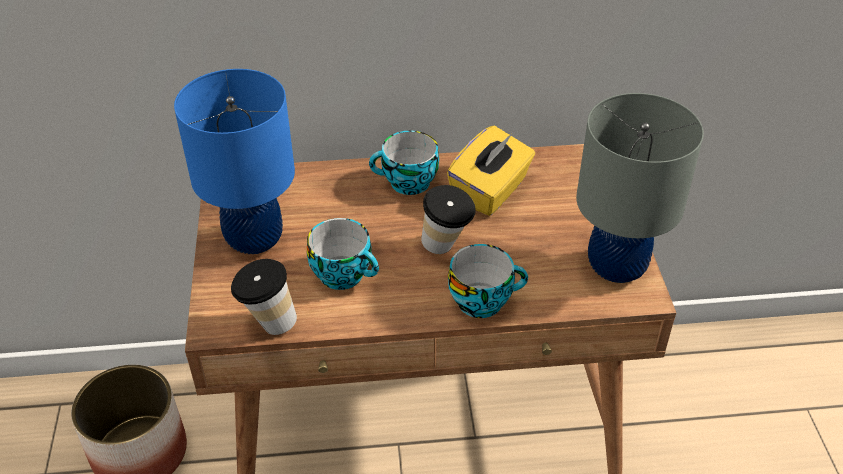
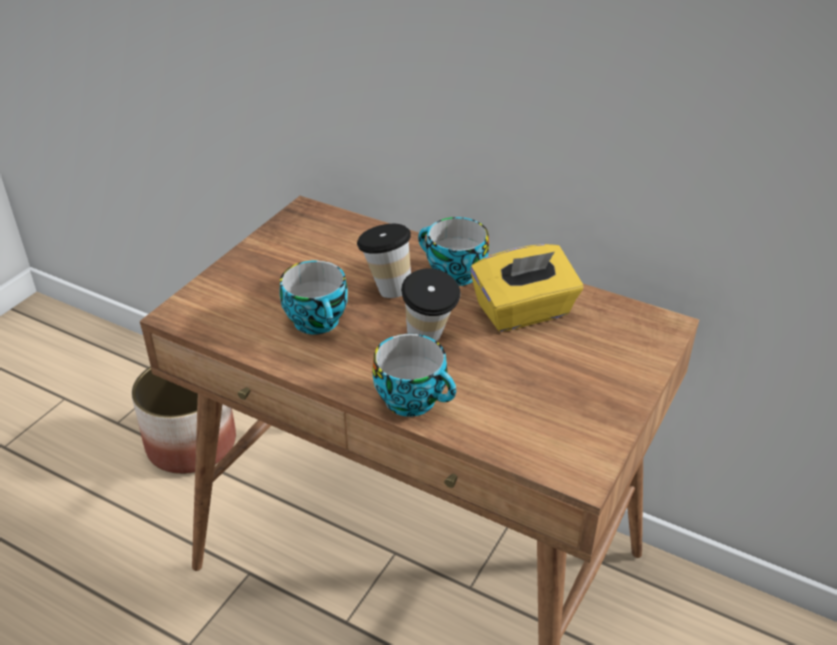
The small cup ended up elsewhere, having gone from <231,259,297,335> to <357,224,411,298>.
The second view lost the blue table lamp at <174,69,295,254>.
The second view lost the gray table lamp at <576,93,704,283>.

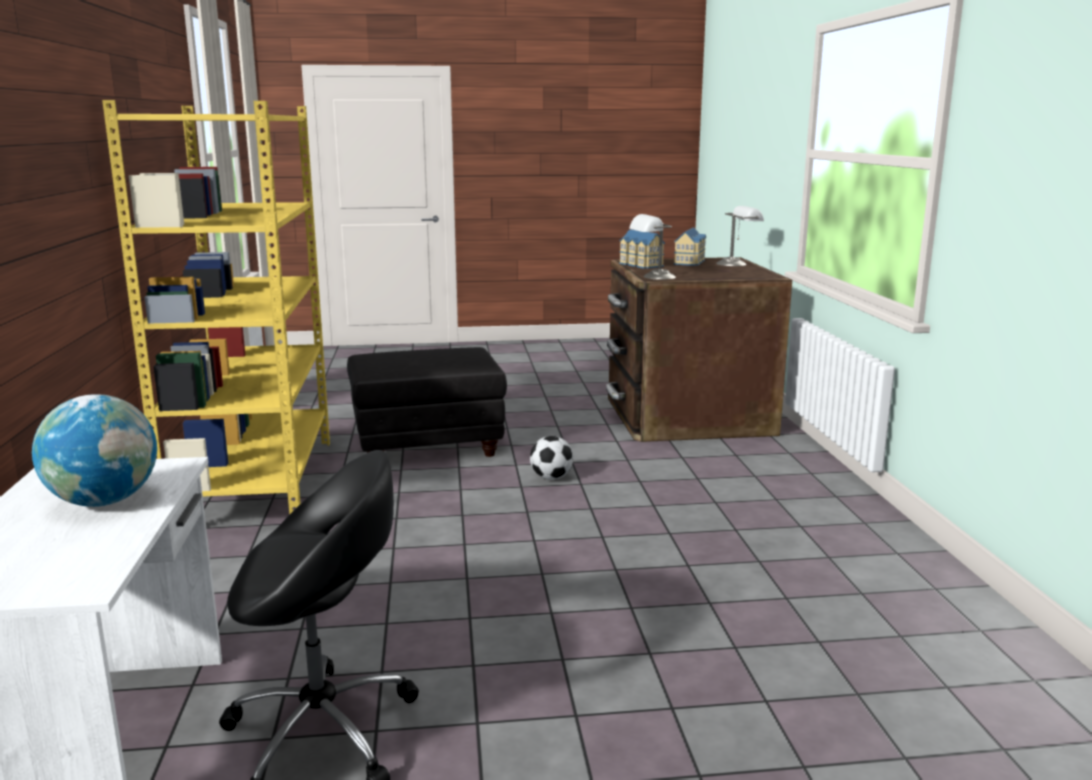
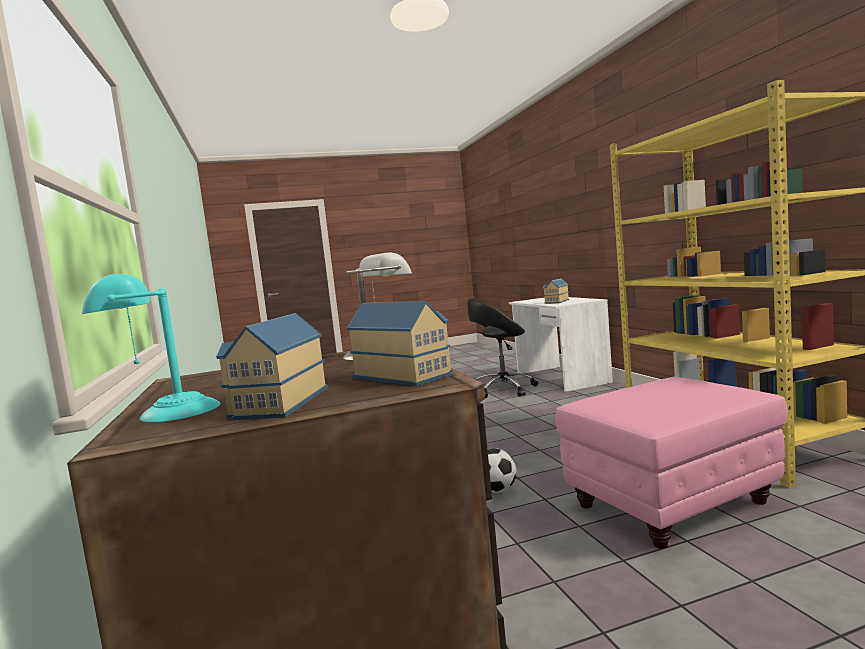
What was the white-coloured table lamp at <716,206,764,266> turned into the blue-green table lamp at <82,274,220,422>.
Where the globe stood at <32,394,157,507>, the toy house came to stand at <543,278,569,304>.
What was the black ottoman at <347,347,507,457> turned into the pink-coloured ottoman at <556,376,788,549>.

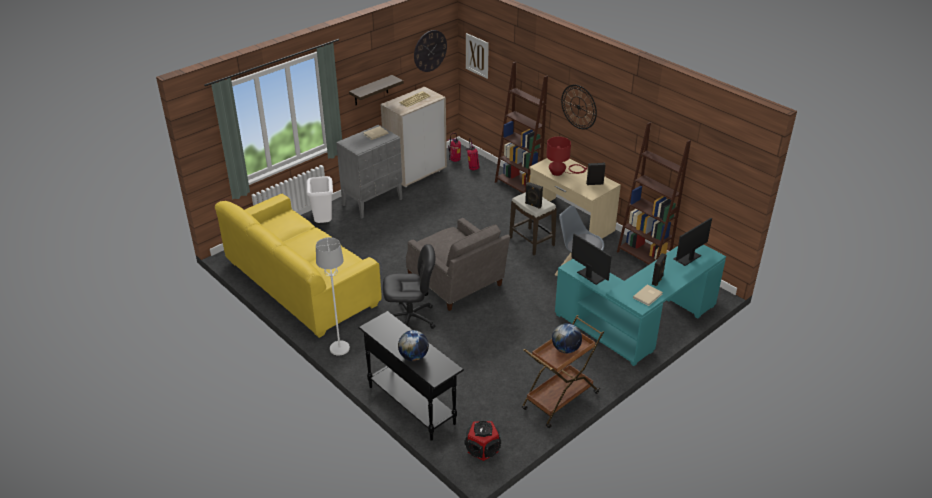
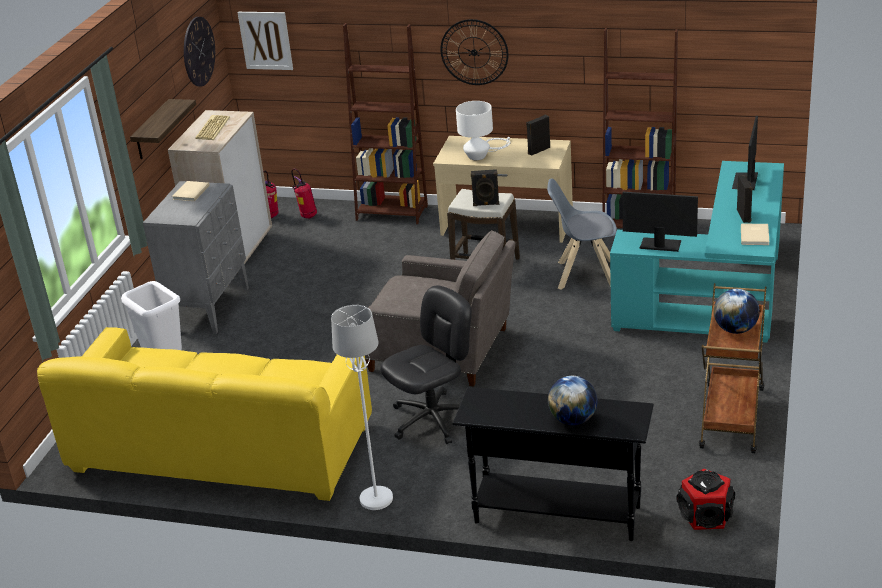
What was the red table lamp at <546,137,588,176> turned into the white-coloured table lamp at <456,101,510,160>.

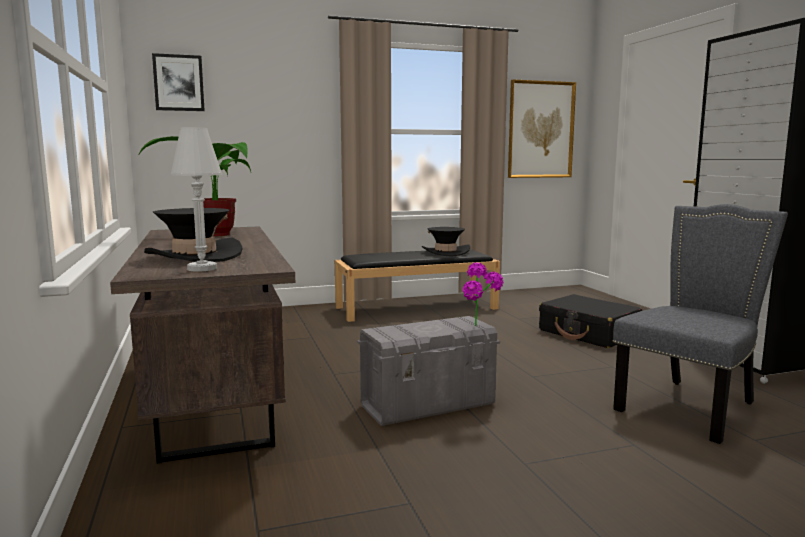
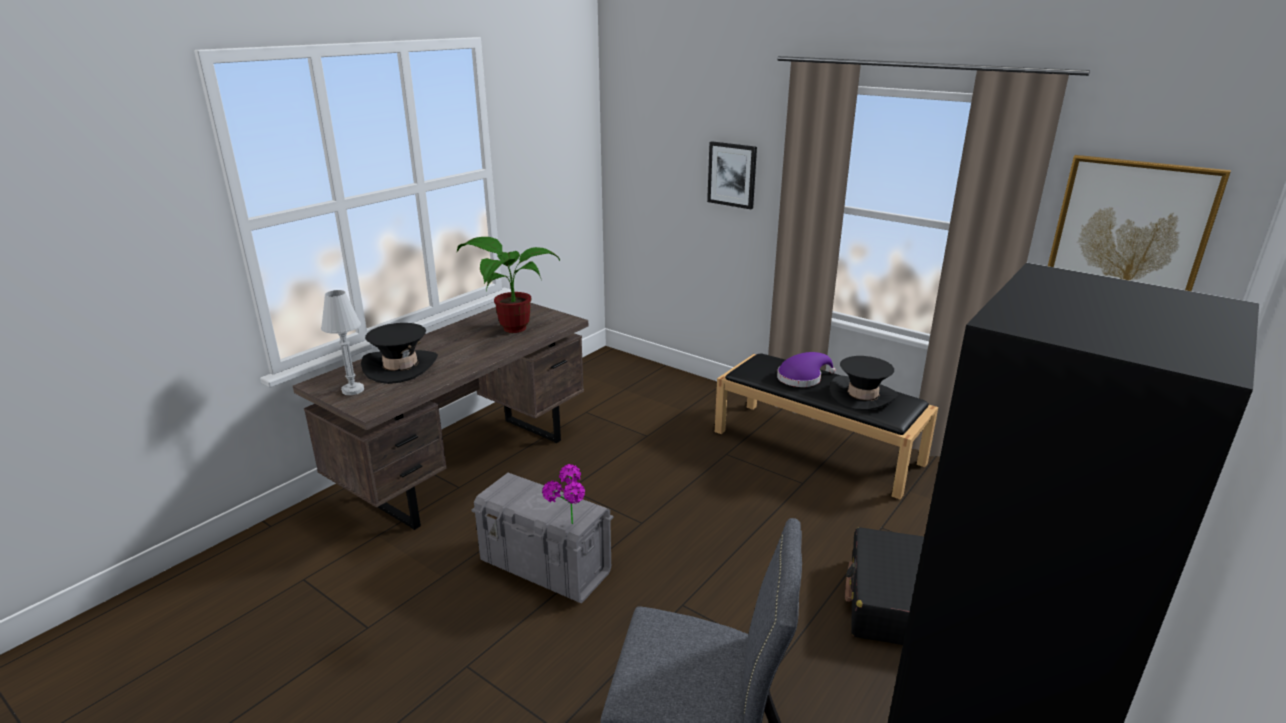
The wall art ended up elsewhere, having gone from <152,53,205,111> to <707,141,757,209>.
The second view gained the purple-coloured wearable hat at <777,352,836,387>.

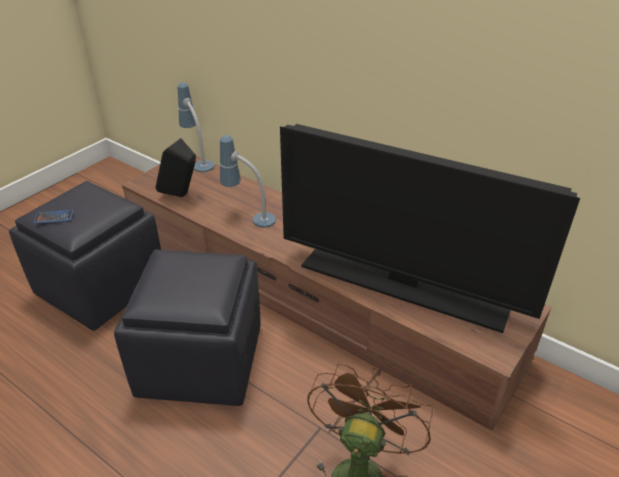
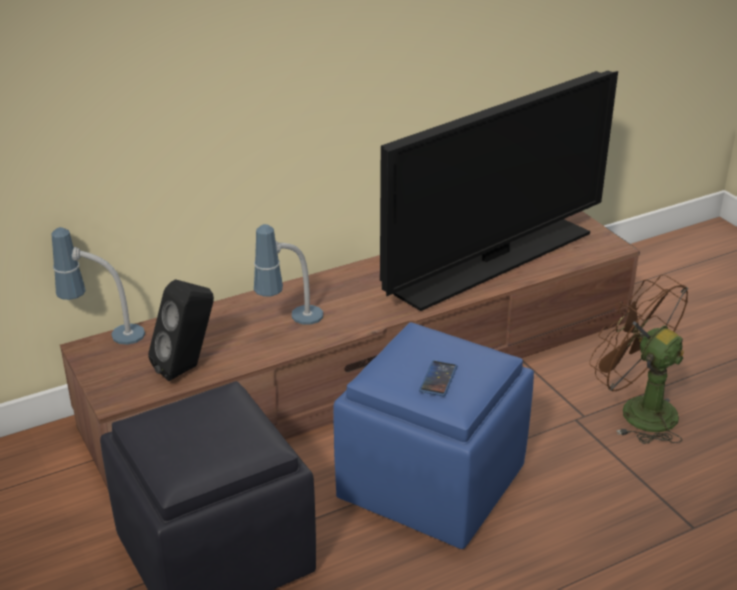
What was the black ottoman at <114,249,261,406> turned into the blue ottoman at <333,322,534,549>.
The handset ended up elsewhere, having gone from <33,210,74,224> to <419,360,457,396>.

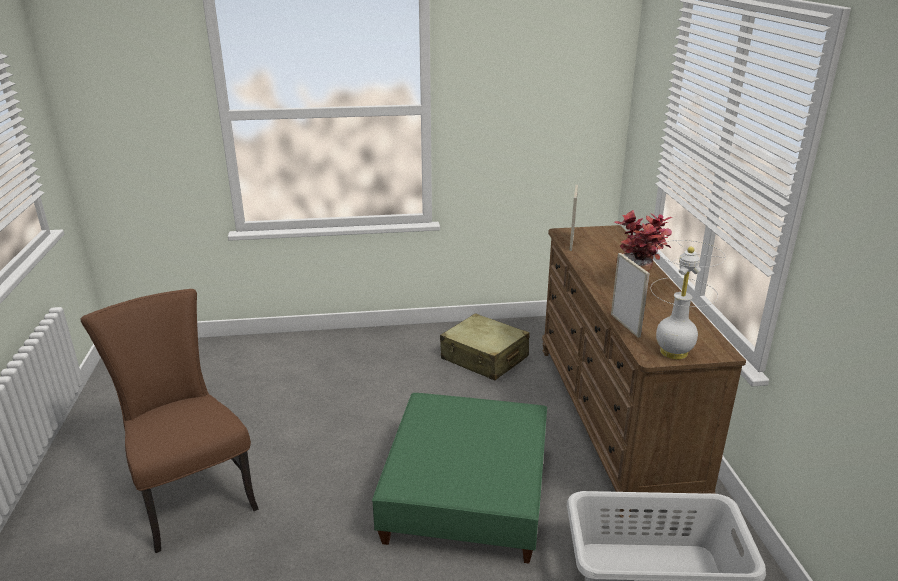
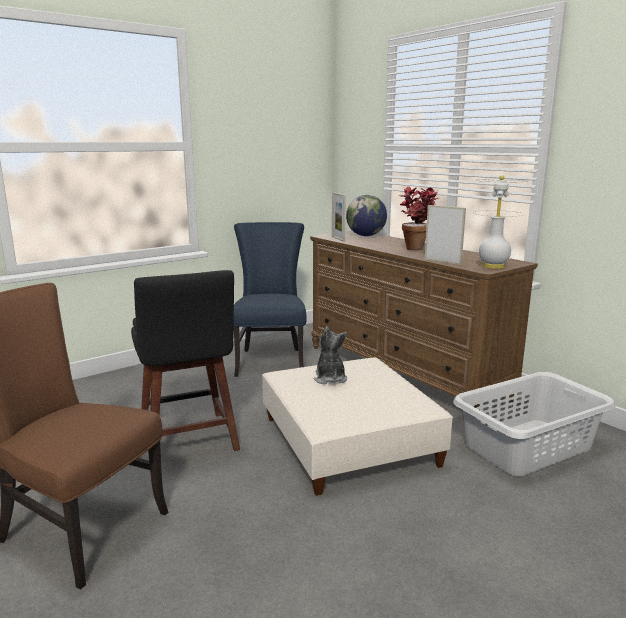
The second view gained the black sitting stool at <131,270,240,451>.
Where the beige-coloured piece of luggage stood at <440,313,530,381>, the blue upright chair came to stand at <234,222,307,377>.
What was the green ottoman at <372,393,547,564> turned into the beige-coloured ottoman at <262,357,453,496>.
The second view gained the cuddly toy at <314,326,347,384>.
The second view gained the globe at <346,195,387,236>.

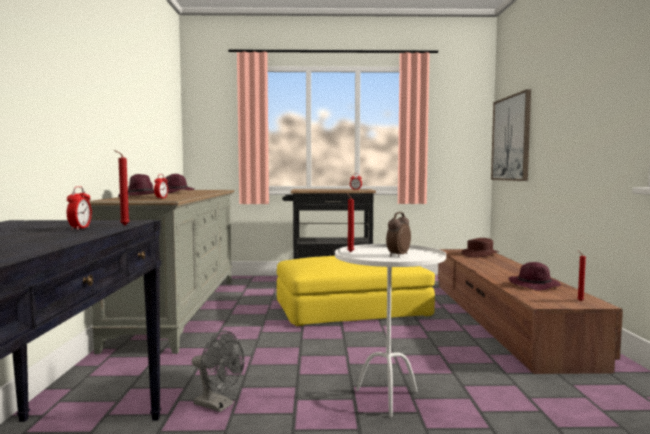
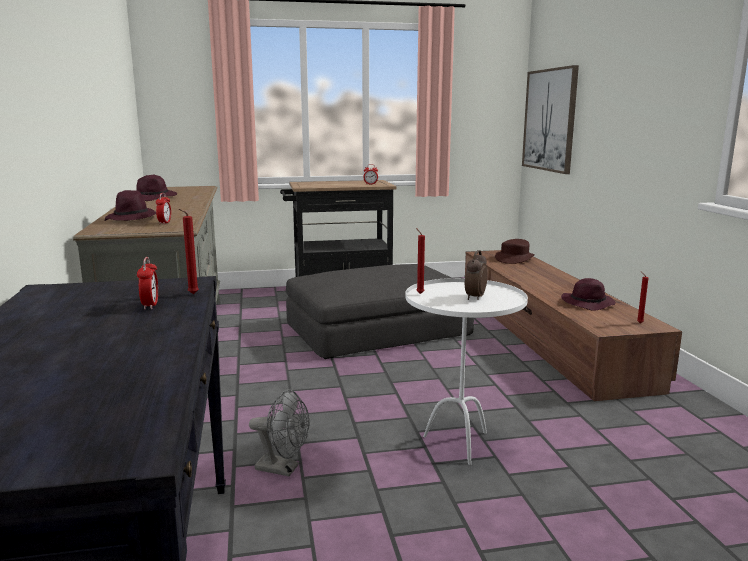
What was the yellow ottoman at <277,256,435,326> turned into the gray ottoman at <286,264,474,359>.

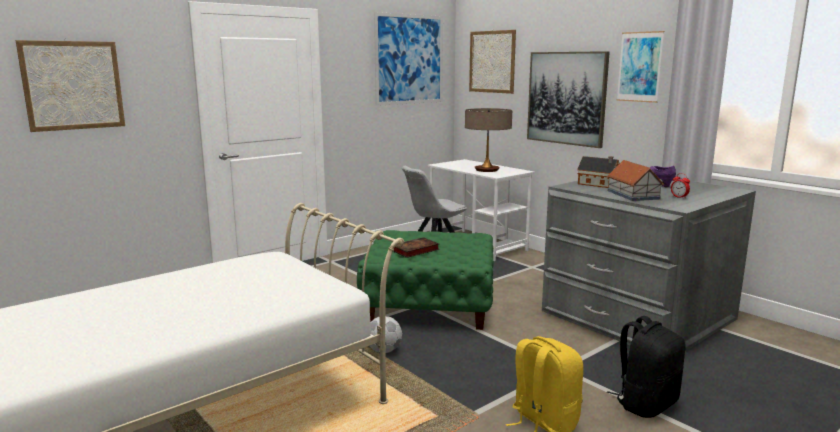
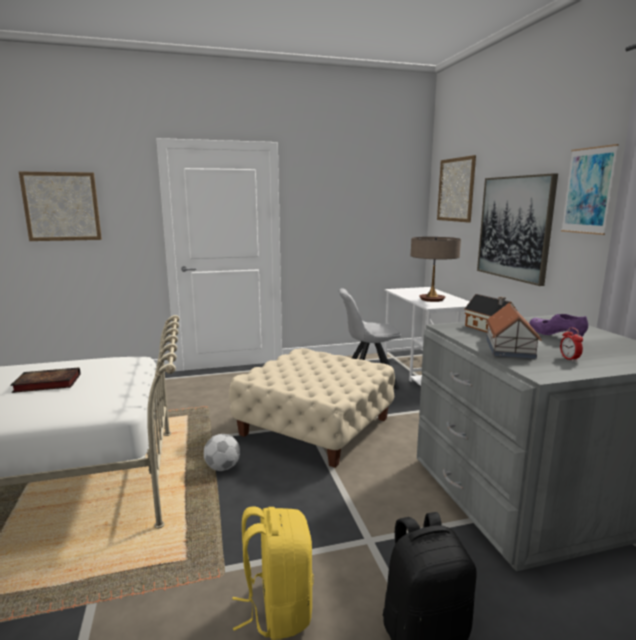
The bound book ended up elsewhere, having gone from <393,237,439,258> to <10,367,81,393>.
What was the green ottoman at <357,230,494,330> turned into the beige-coloured ottoman at <229,348,395,468>.
The second view lost the wall art at <374,12,443,106>.

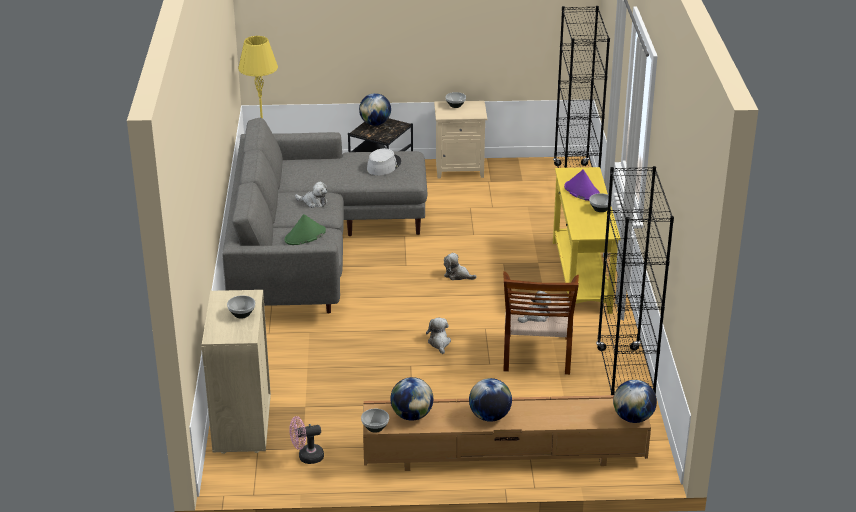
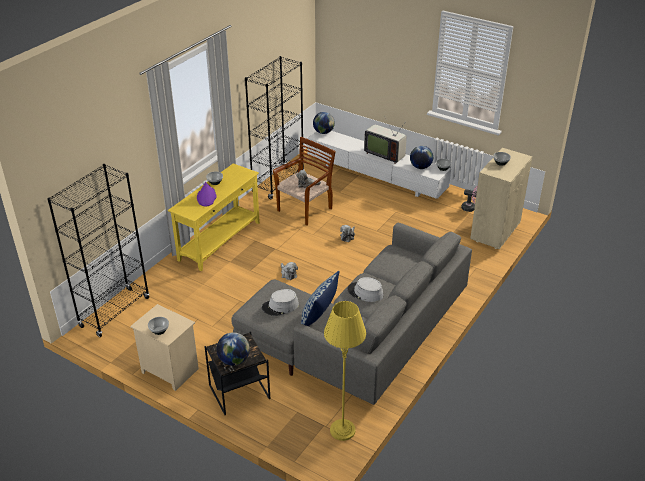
The second view gained the throw pillow at <301,271,340,326>.
What was the brown tv unit at <363,395,651,471> turned into the white-coloured tv unit at <307,131,451,199>.
Where the cuddly toy stood at <295,182,328,208>, the gray wearable hat came to stand at <348,277,384,302>.
Where the globe stood at <469,378,512,422>, the TV set came to stand at <364,124,407,164>.
The second view lost the green wearable hat at <284,214,326,245>.

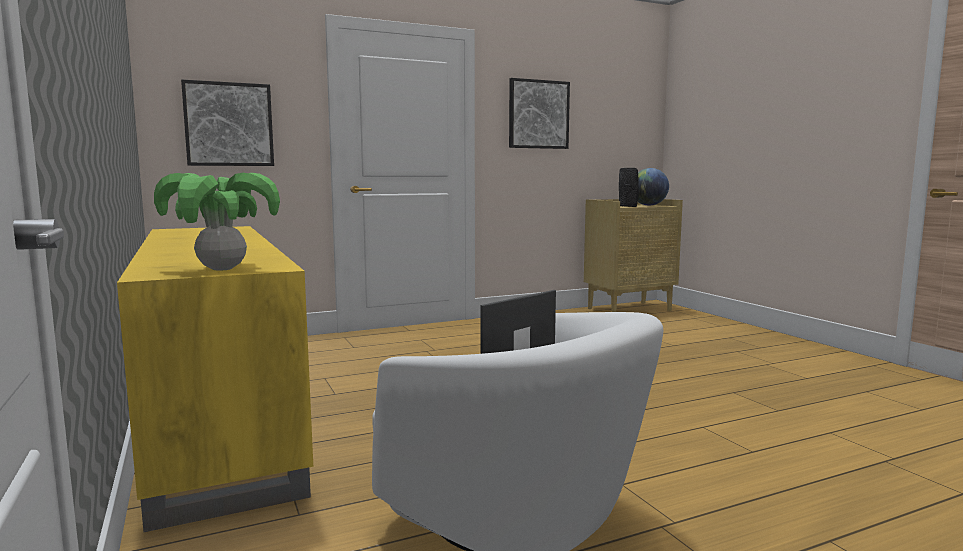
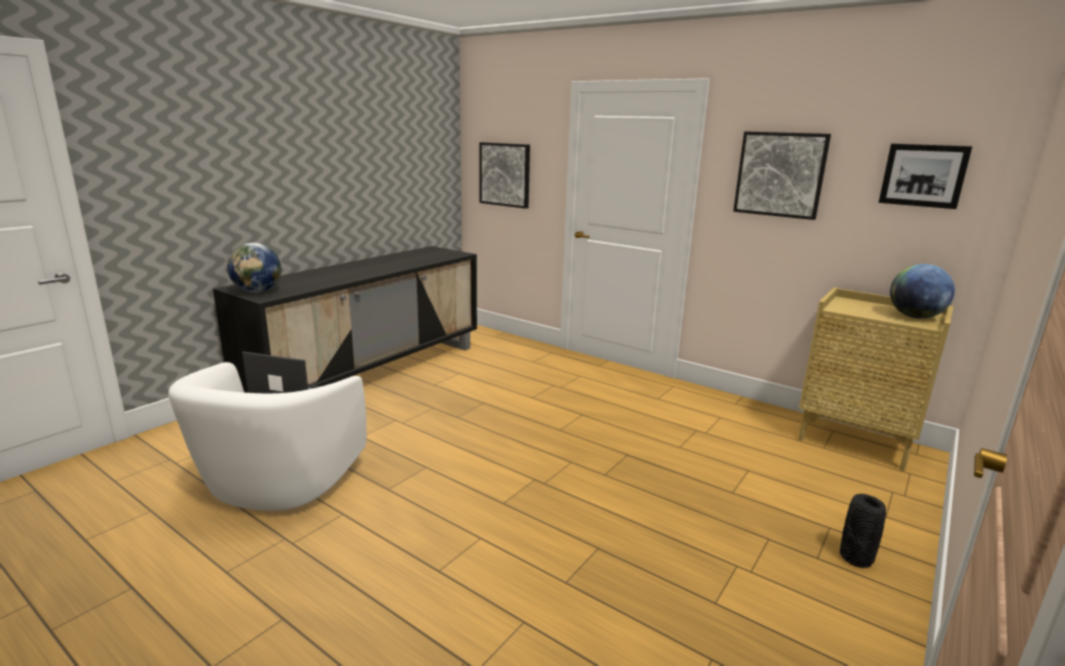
What was the yellow tv unit at <117,226,313,532> turned into the black tv unit at <213,246,477,393>.
Where the plant in a pot stood at <154,173,280,271>, the globe came to stand at <227,243,281,293>.
The black flower vase ended up elsewhere, having gone from <619,168,639,207> to <840,494,886,568>.
The second view gained the wall art at <878,144,972,209>.

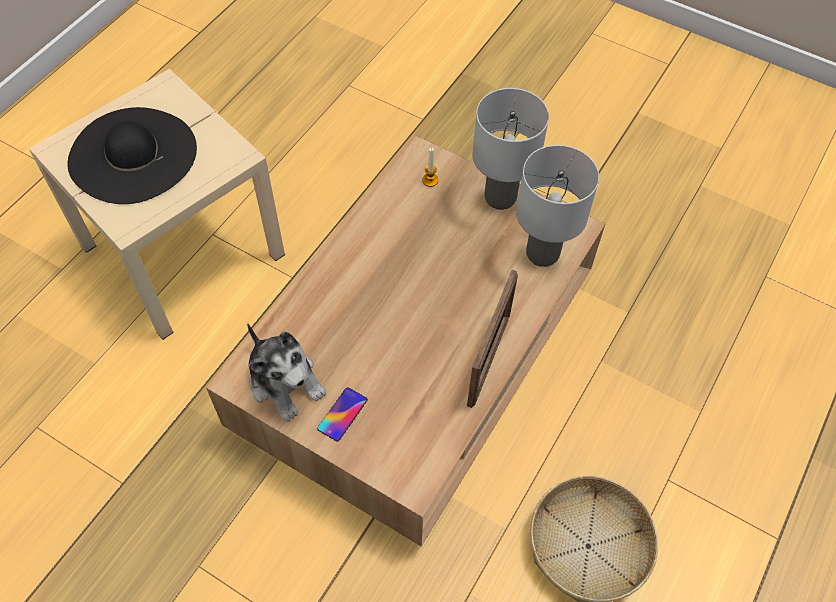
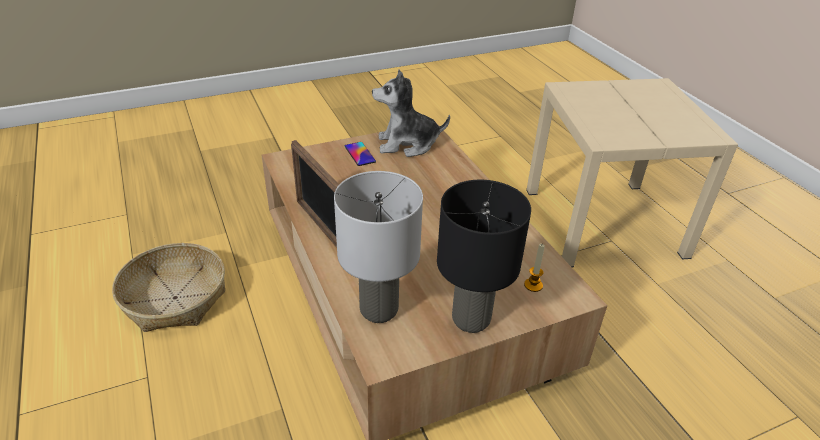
What was the white-coloured table lamp at <472,88,549,210> turned into the black table lamp at <437,180,531,333>.
The second view lost the black wearable hat at <68,107,197,204>.

